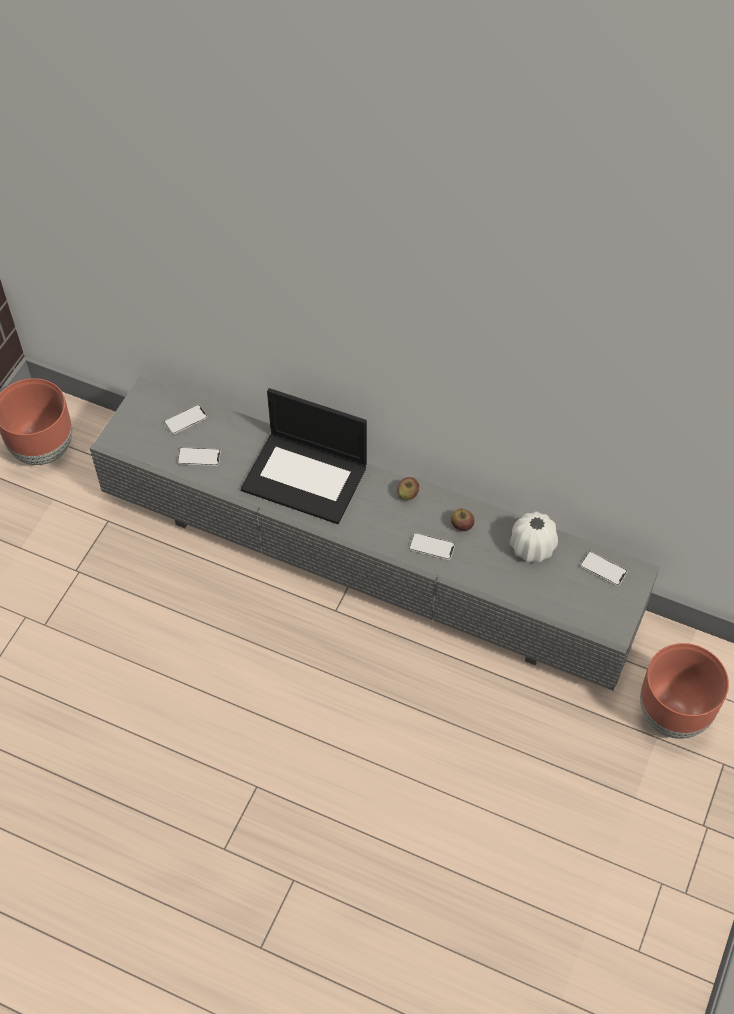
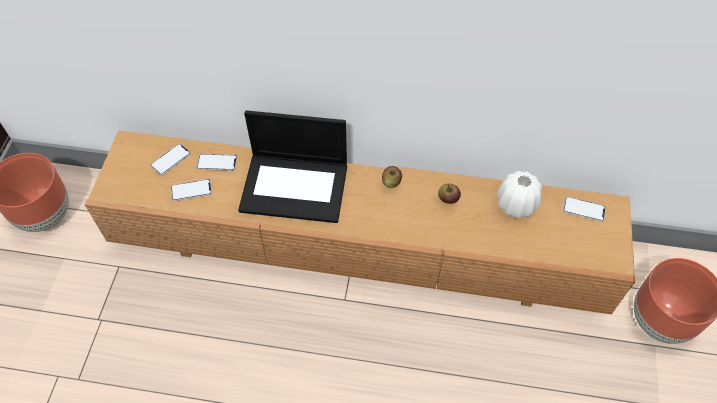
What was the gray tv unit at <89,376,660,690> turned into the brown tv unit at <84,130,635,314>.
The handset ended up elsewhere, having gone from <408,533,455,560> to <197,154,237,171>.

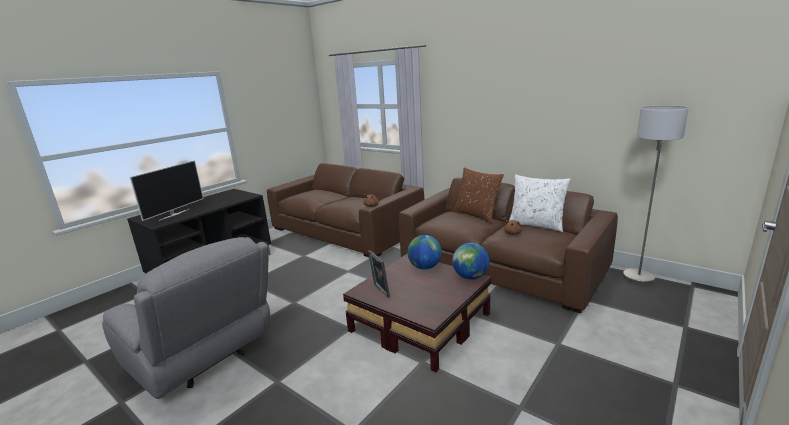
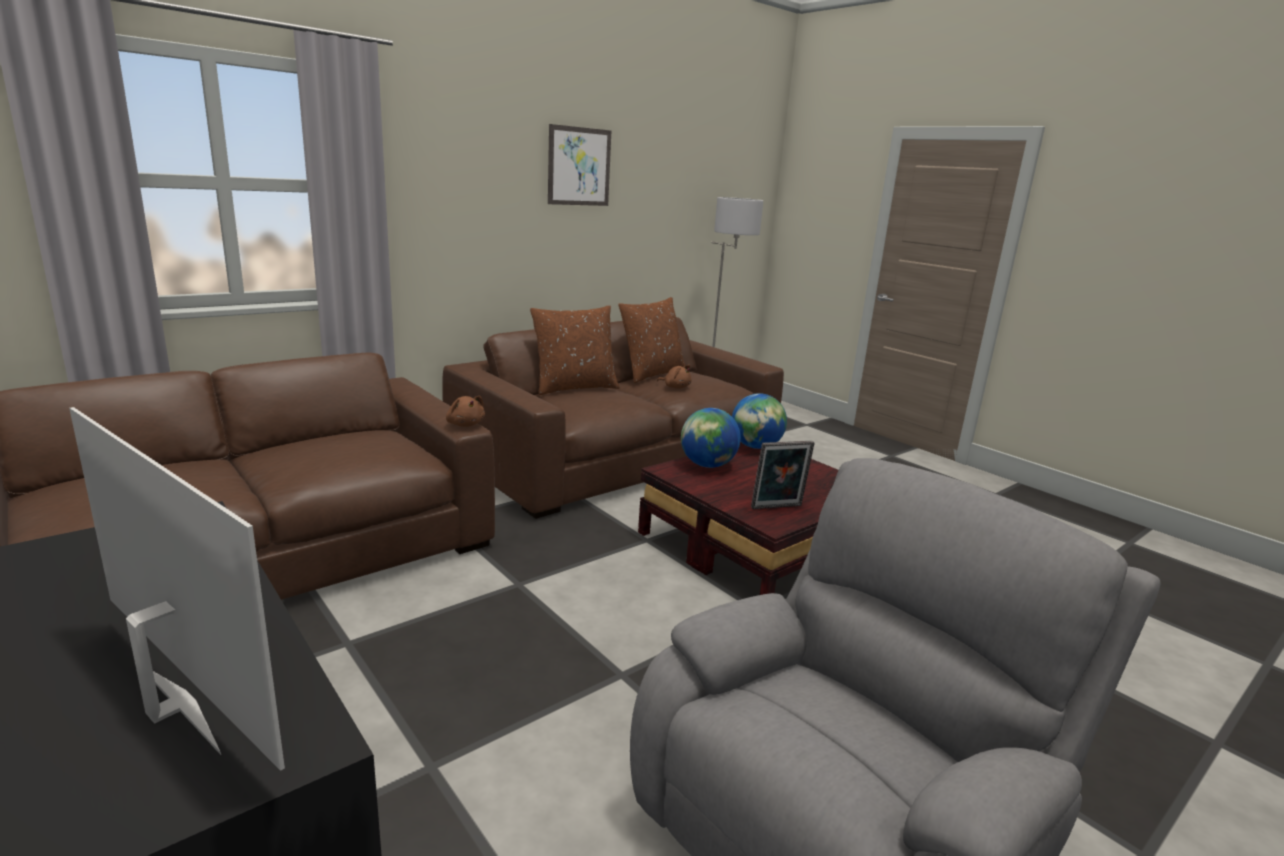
The second view gained the wall art at <548,124,611,206>.
What was the white-coloured throw pillow at <509,175,570,232> turned into the brown throw pillow at <618,297,685,383>.

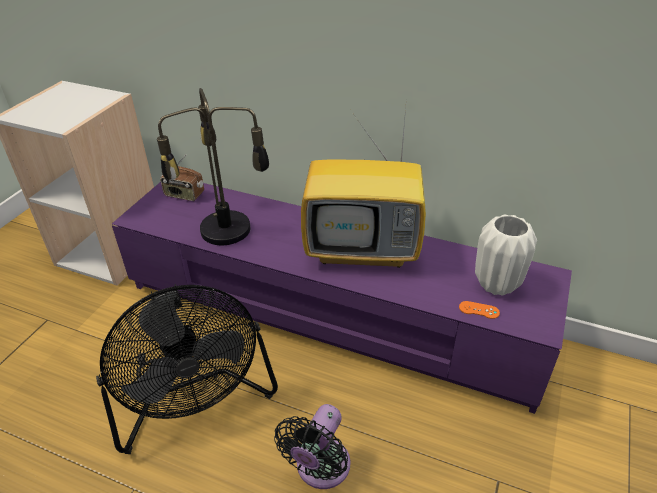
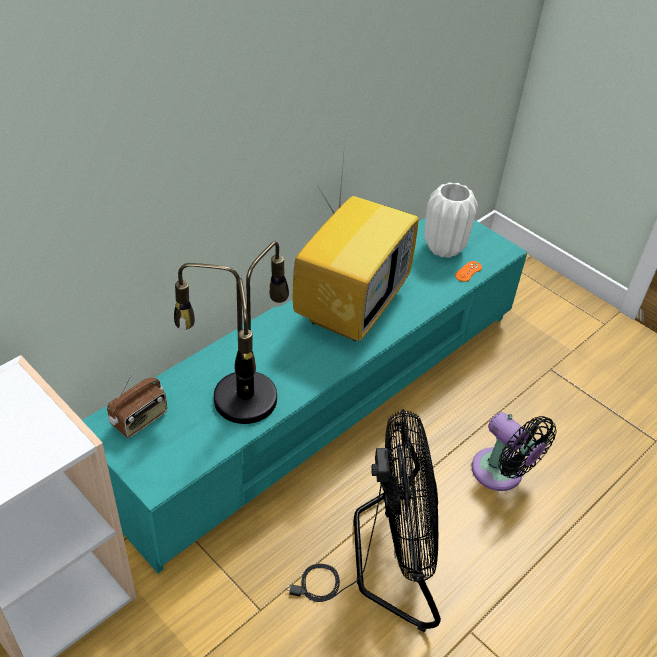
What was the purple-coloured tv unit at <112,182,572,414> turned into the blue-green tv unit at <82,218,527,573>.

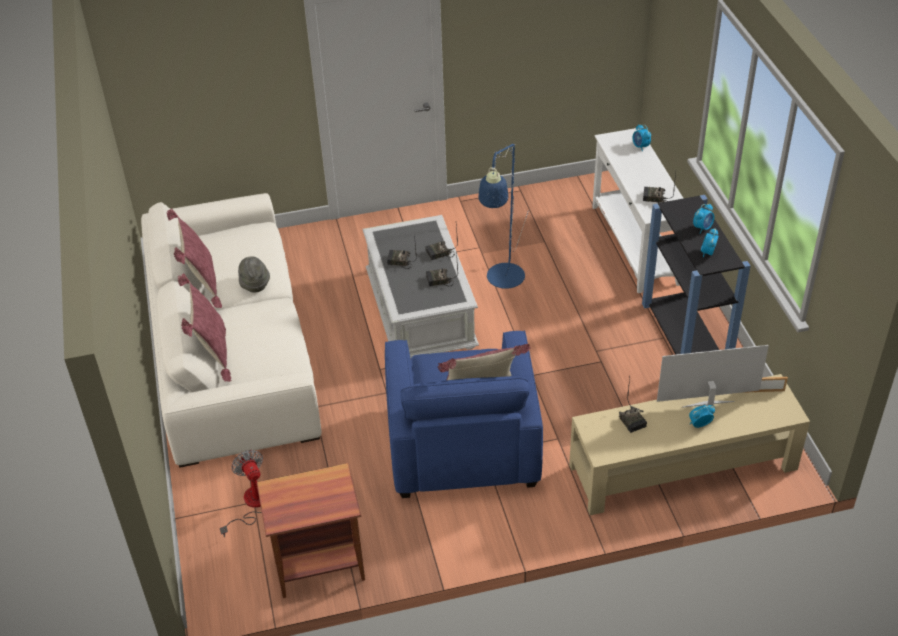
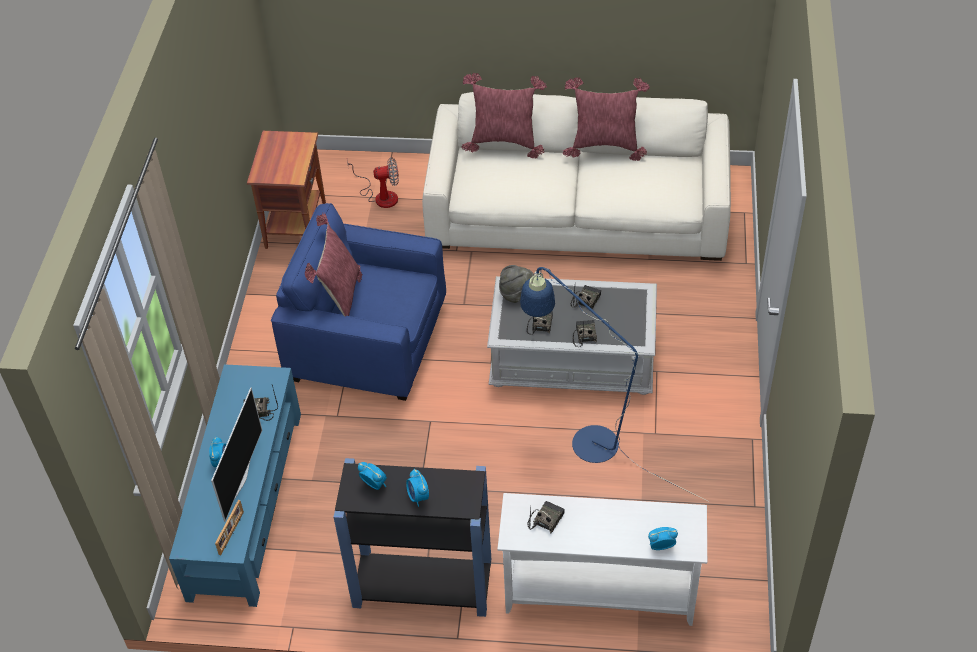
What was the beige-coloured tv unit at <569,374,810,515> turned into the blue tv unit at <169,364,301,607>.
The gray wearable hat ended up elsewhere, having gone from <238,256,270,293> to <499,265,534,303>.

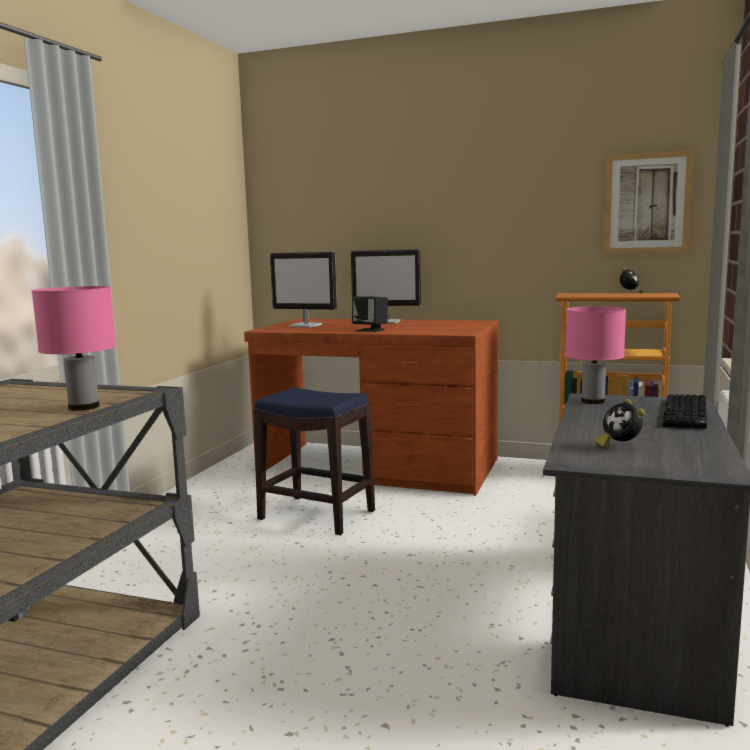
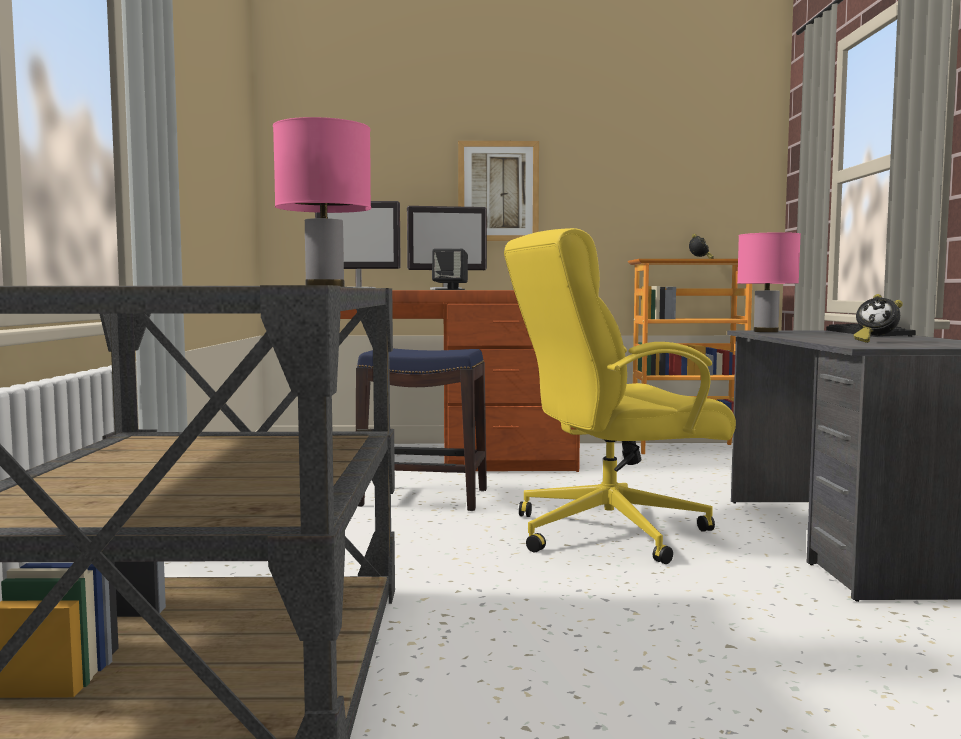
The wall art ended up elsewhere, having gone from <604,150,694,254> to <458,141,539,241>.
The second view gained the yellow office chair at <504,228,736,564>.

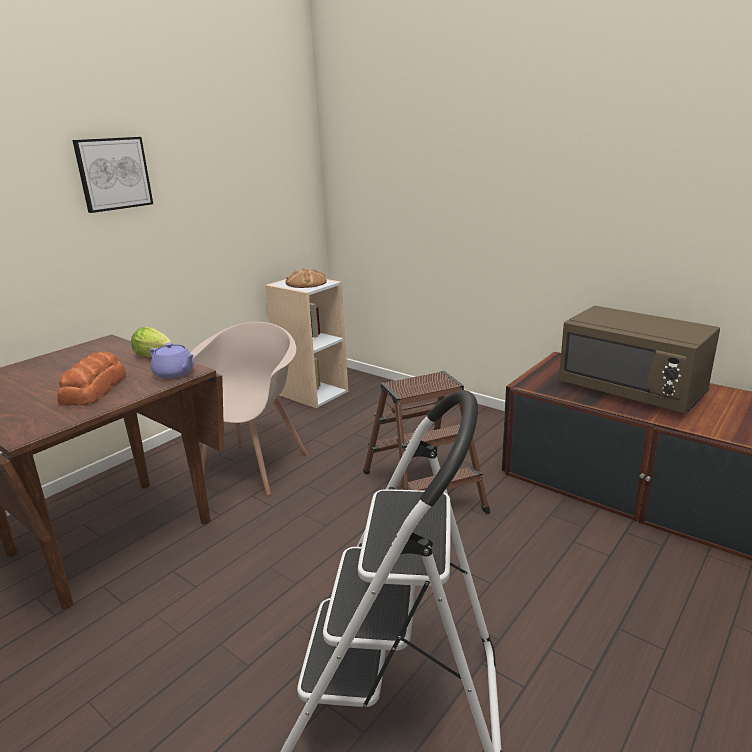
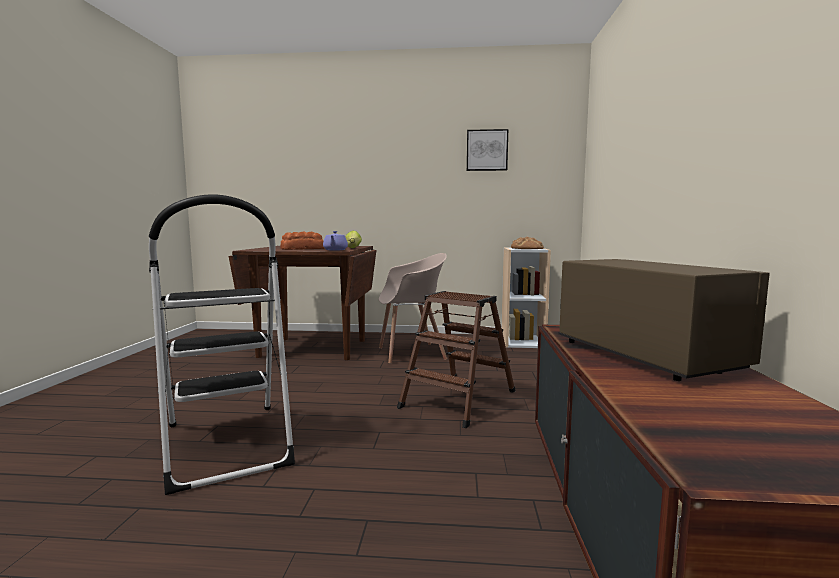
The wall art ended up elsewhere, having gone from <72,137,153,213> to <467,129,508,171>.
The brown microwave at <559,306,720,413> ended up facing another way, 150 degrees clockwise from before.

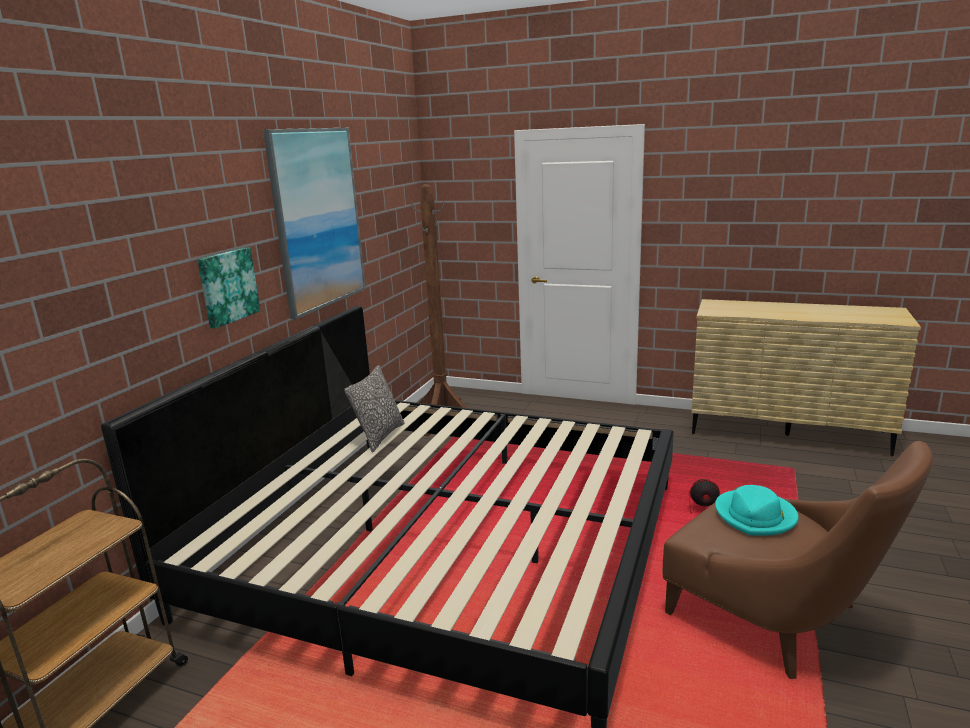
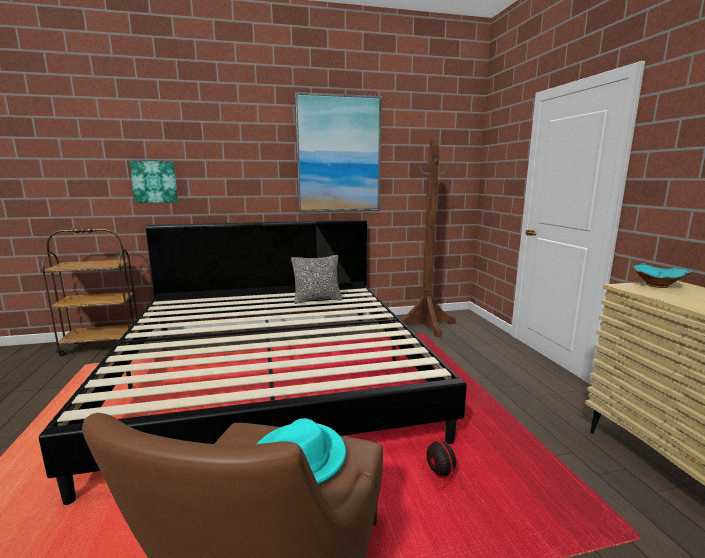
The wall art ended up elsewhere, having gone from <197,247,261,329> to <129,161,178,203>.
The second view gained the blue-green deep dish at <632,263,692,288>.

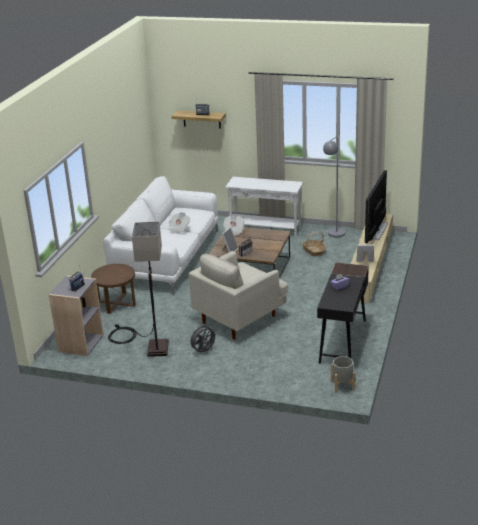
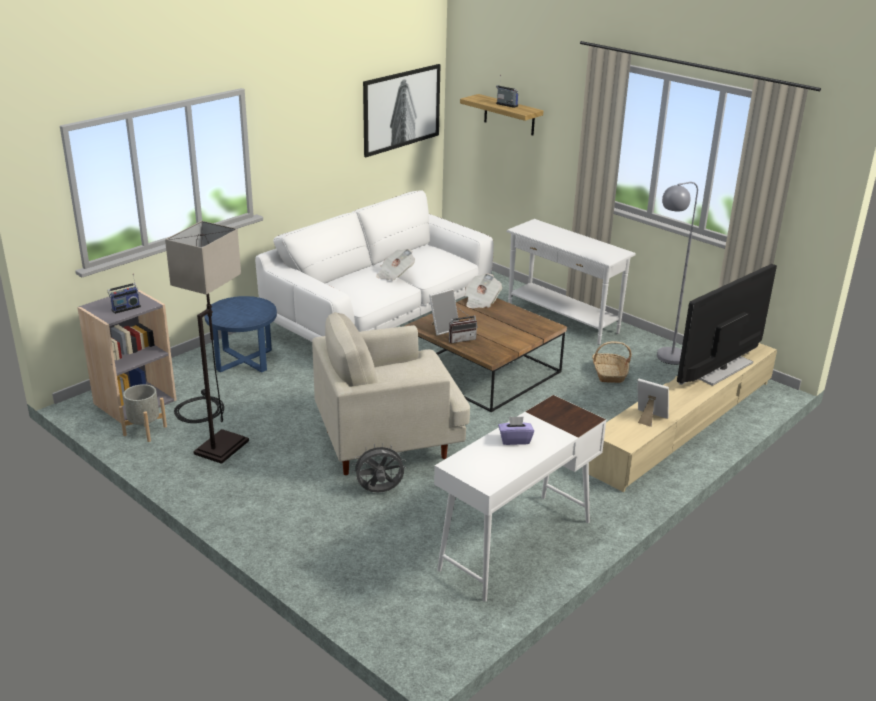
The gray plant pot ended up elsewhere, having gone from <331,356,355,393> to <119,384,167,442>.
What was the brown end table at <91,264,136,314> turned into the blue end table at <204,296,277,373>.
The gray electric fan ended up elsewhere, having gone from <188,324,215,352> to <352,443,406,493>.
The second view gained the wall art at <363,64,441,157>.
What was the black desk table at <317,263,369,364> turned into the white-coloured desk table at <434,395,606,602>.

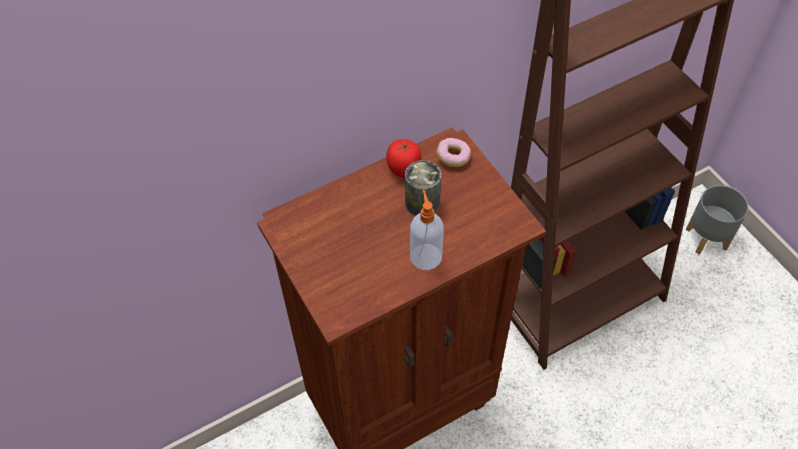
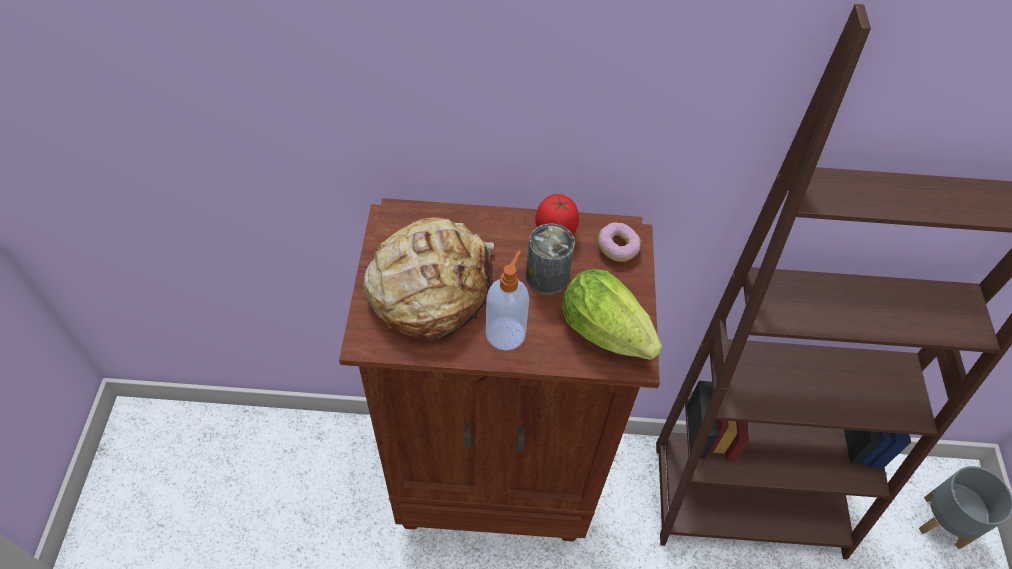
The second view gained the bakery bread at <363,217,494,340>.
The second view gained the lettuce head at <561,269,662,360>.

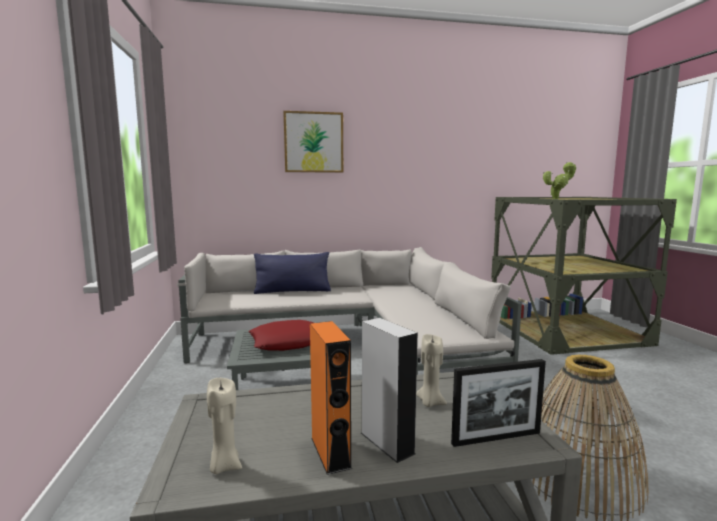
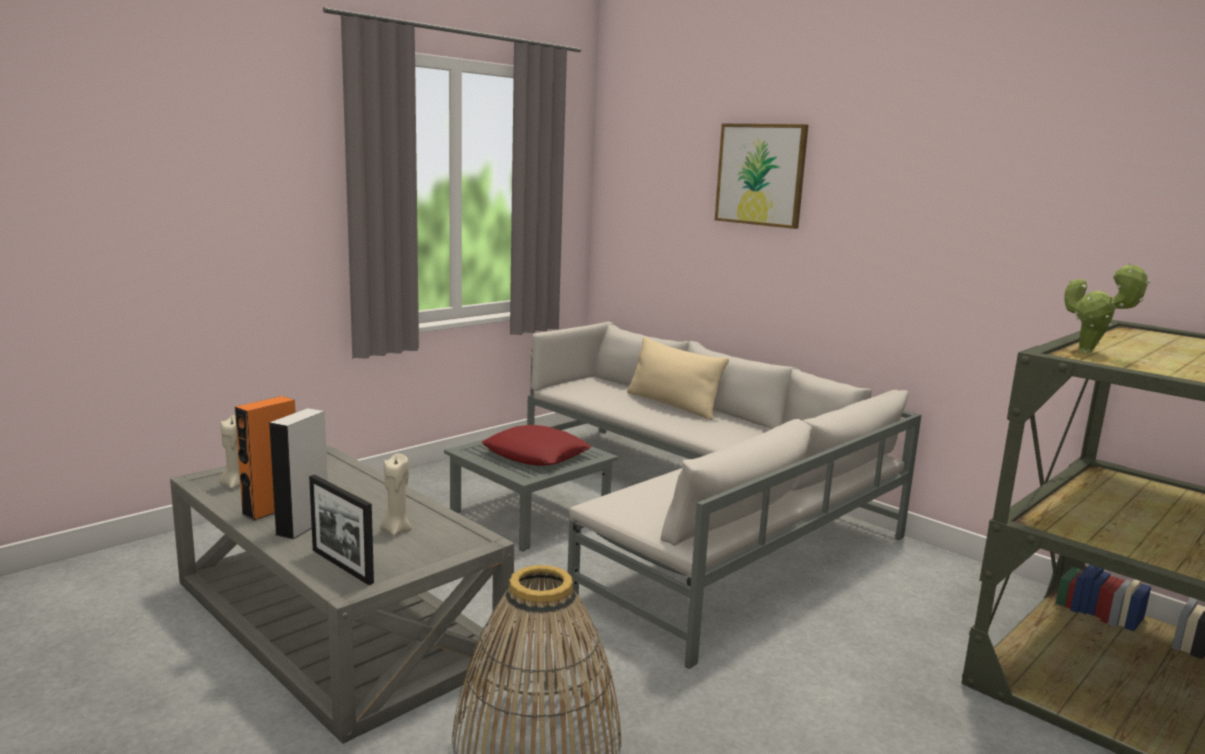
What was the blue throw pillow at <254,252,331,294> turned into the beige-coloured throw pillow at <627,337,729,420>.

